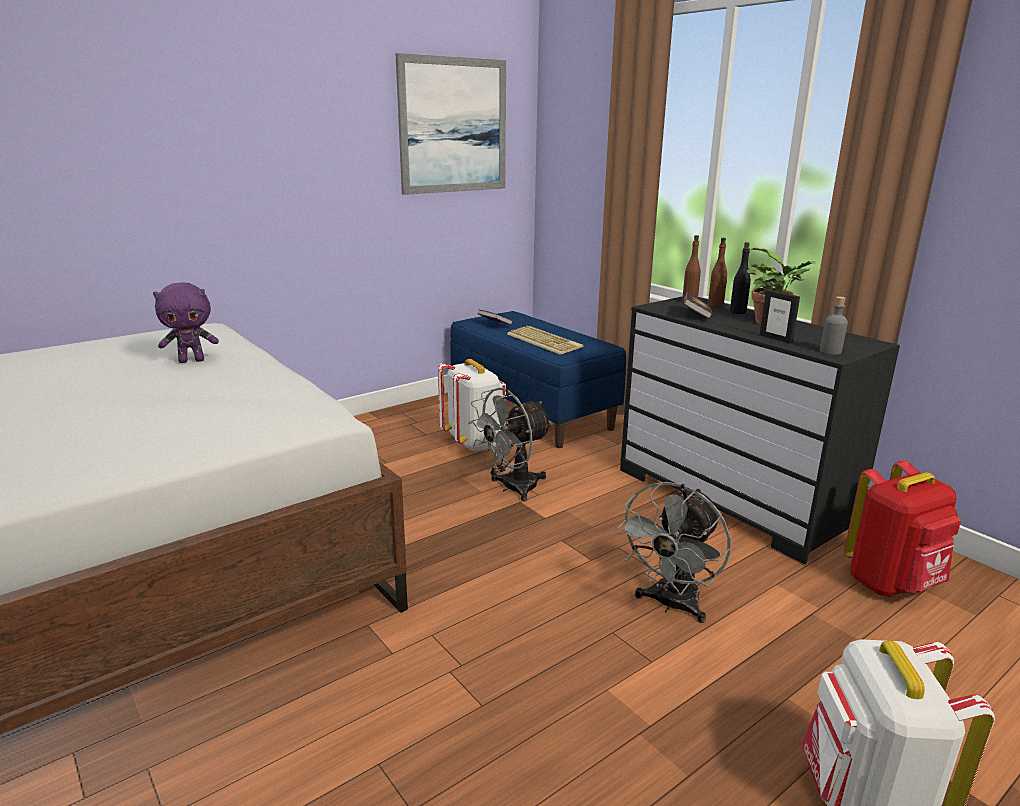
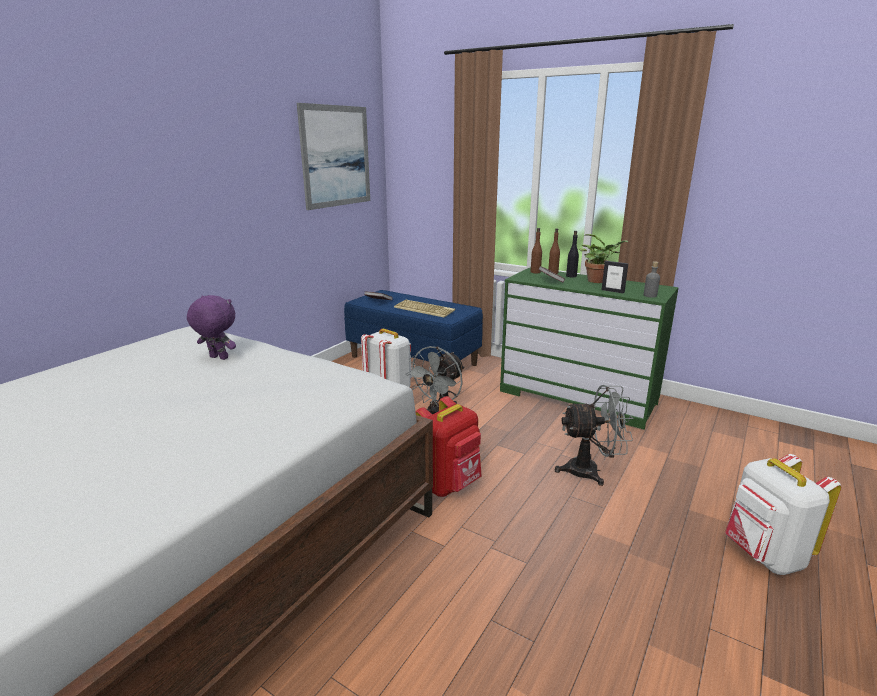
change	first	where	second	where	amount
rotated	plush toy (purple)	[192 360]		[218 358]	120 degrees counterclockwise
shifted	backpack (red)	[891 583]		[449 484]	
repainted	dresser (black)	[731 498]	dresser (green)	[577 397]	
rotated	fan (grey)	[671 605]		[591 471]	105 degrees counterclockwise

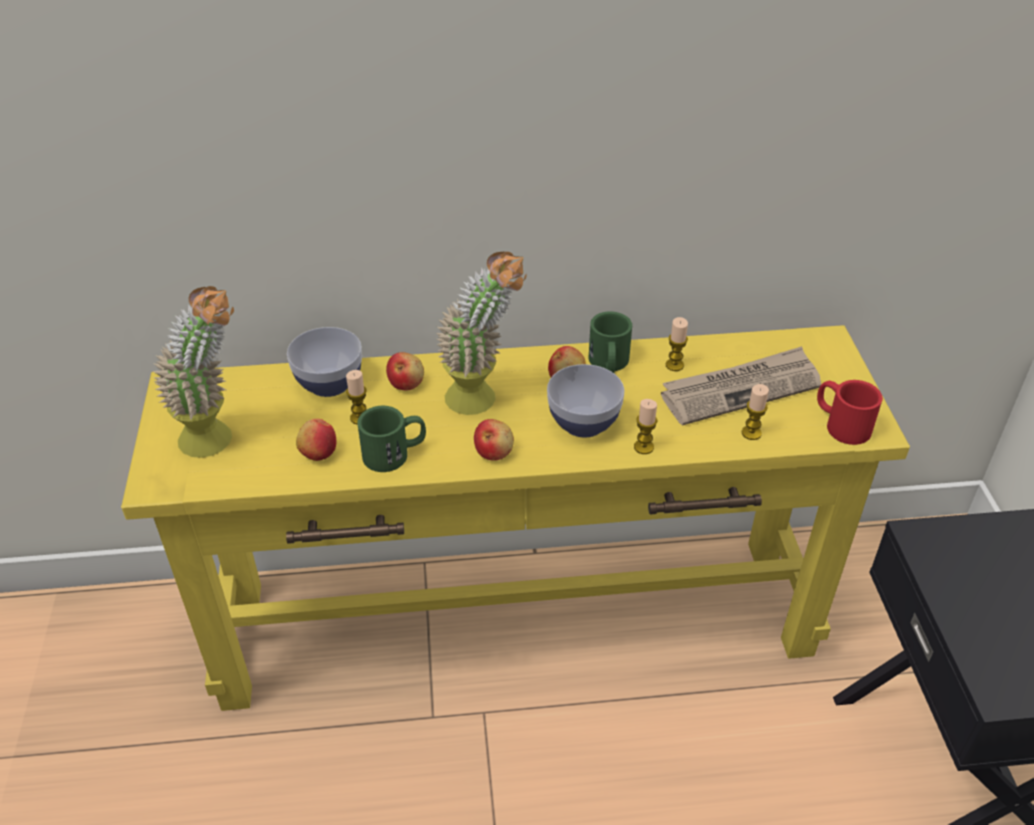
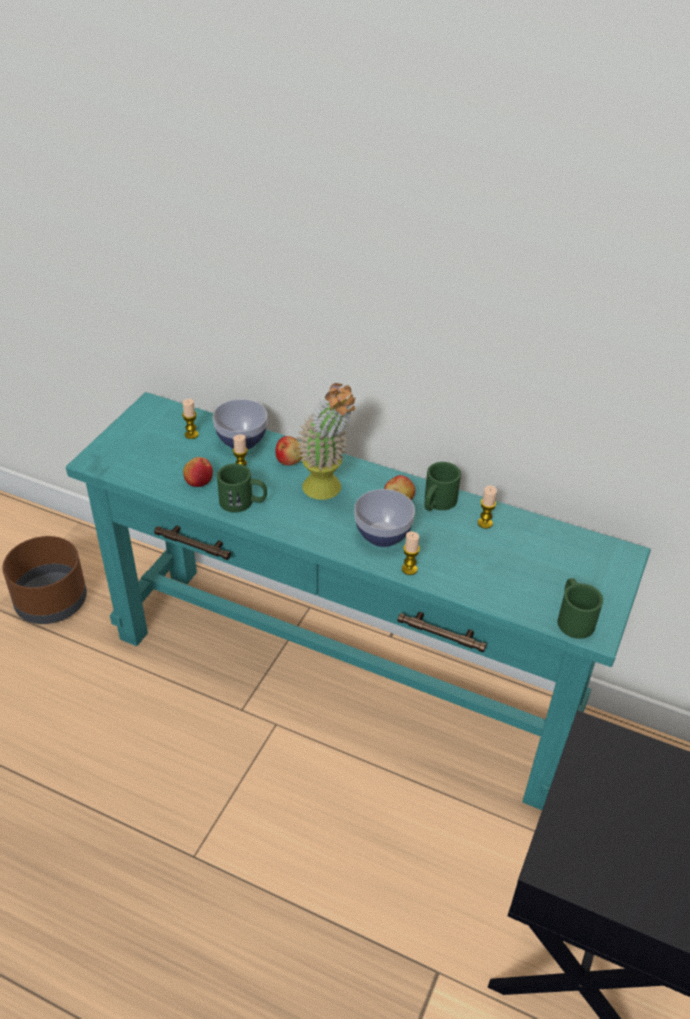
change	first	where	second	where	amount
new			planter (brown)	[51 601]	
repainted	console table (yellow)	[516 621]	console table (turquoise)	[342 676]	
shifted	candle	[751 433]		[191 434]	
repainted	mug (red)	[840 424]	mug (green)	[573 617]	
gone	potted plant	[218 441]			
gone	apple	[494 451]			
gone	newspaper	[740 389]			

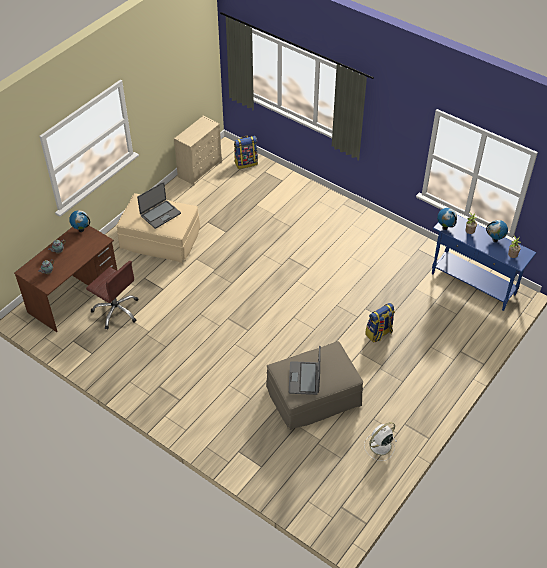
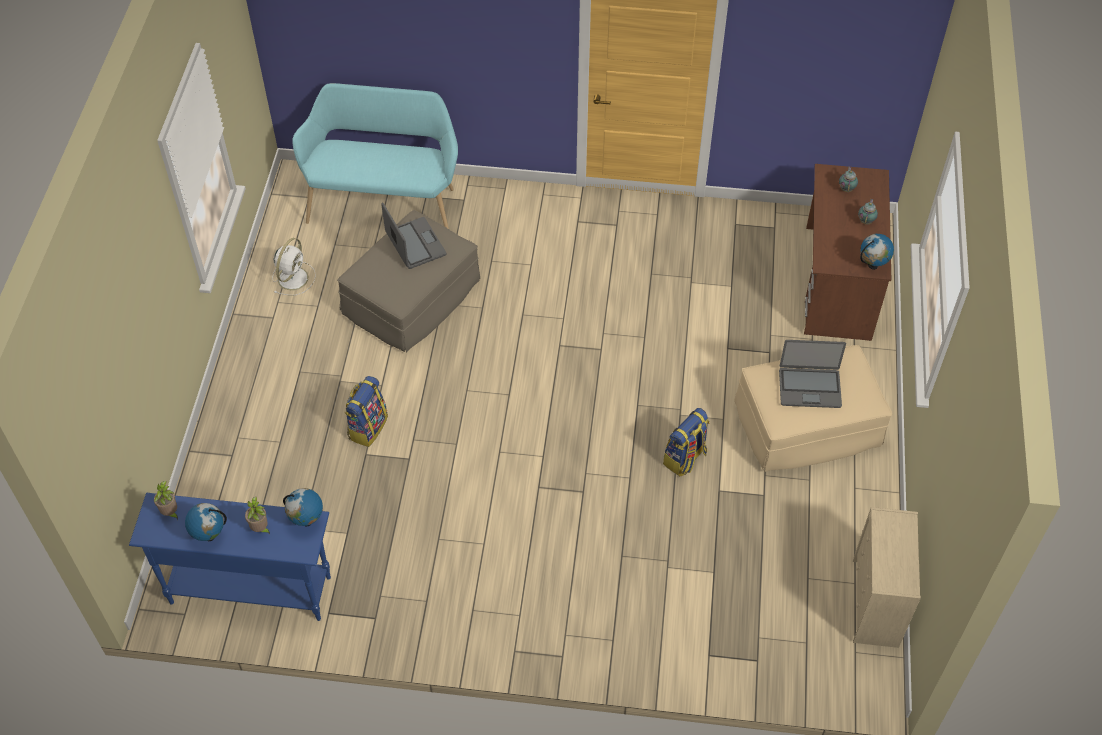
change	first	where	second	where	amount
new			bench (turquoise)	[384 201]	
shifted	backpack	[246 163]		[685 458]	
rotated	laptop	[160 214]		[809 387]	105 degrees counterclockwise
gone	office chair (brown)	[116 310]			

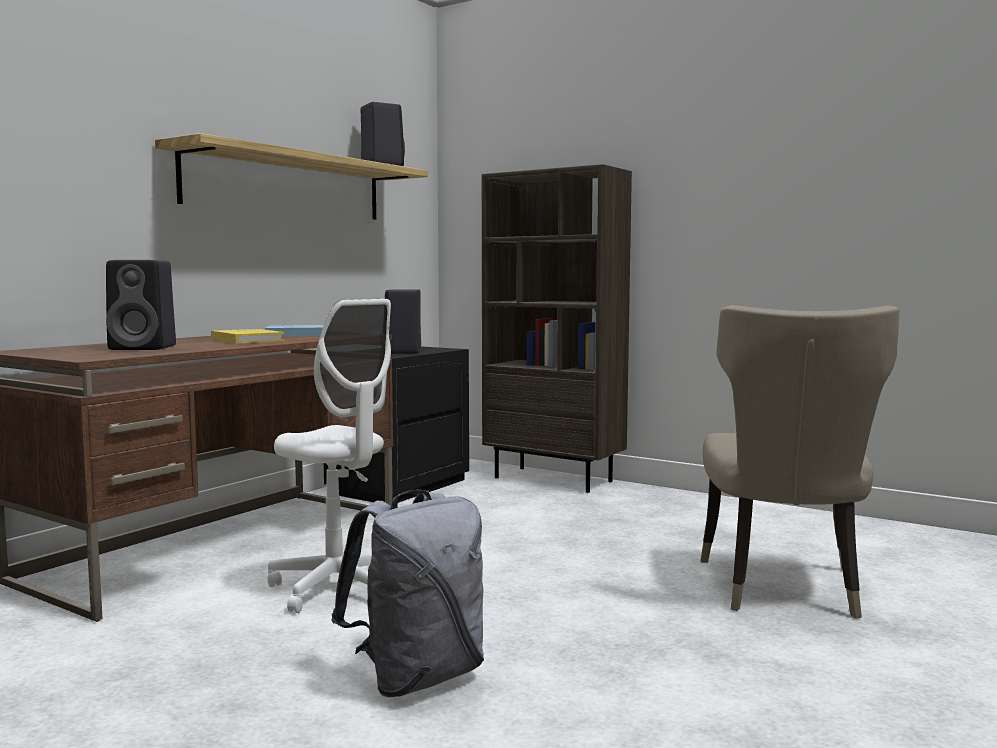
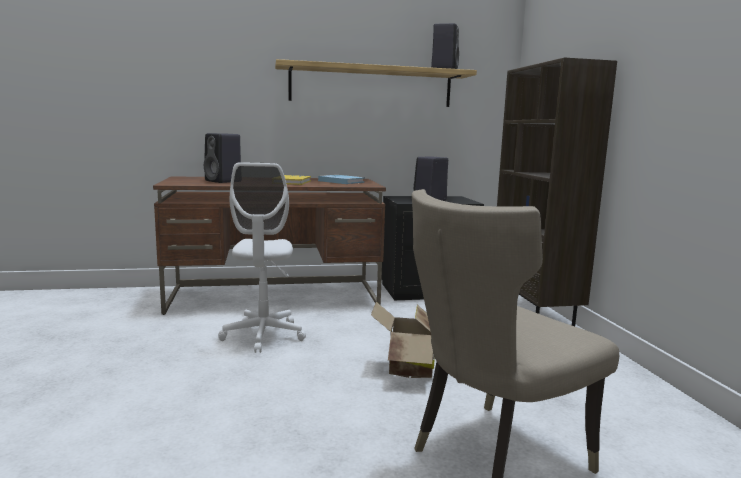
change	first	where	second	where	amount
new			cardboard box	[406 369]	
gone	backpack (grey)	[417 677]			

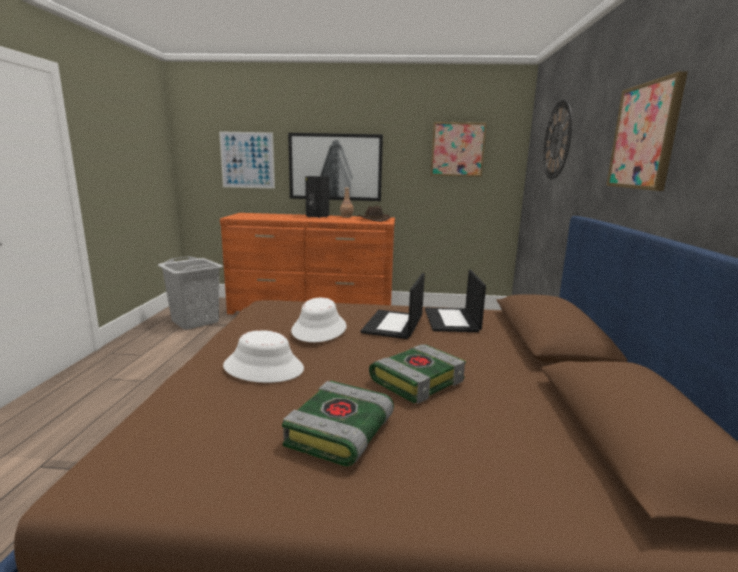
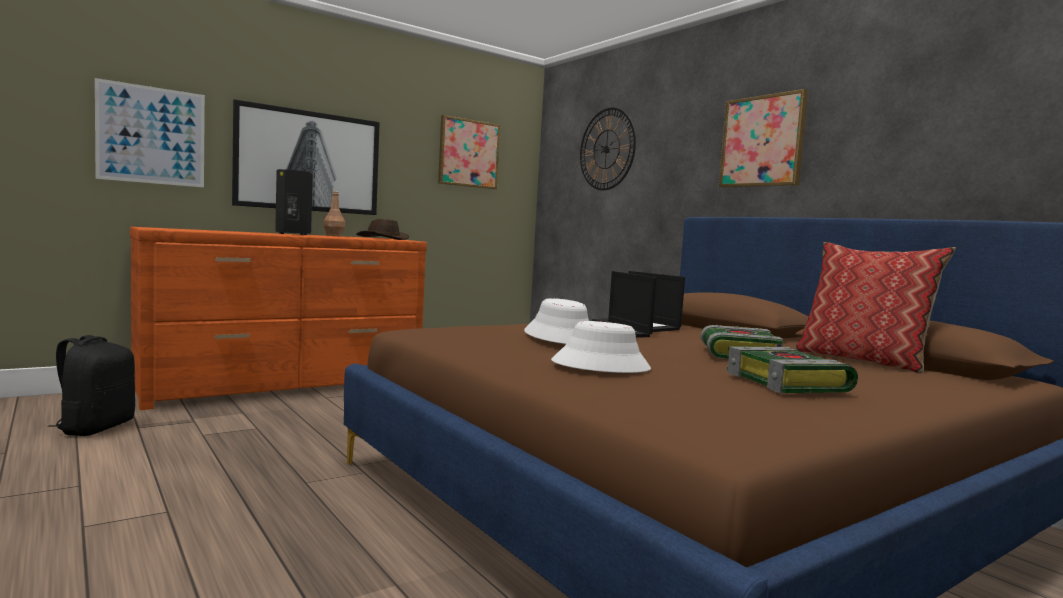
change	first	where	second	where	amount
swapped	laundry basket (grey)	[195 321]	backpack (black)	[95 428]	
new			pillow	[863 360]	

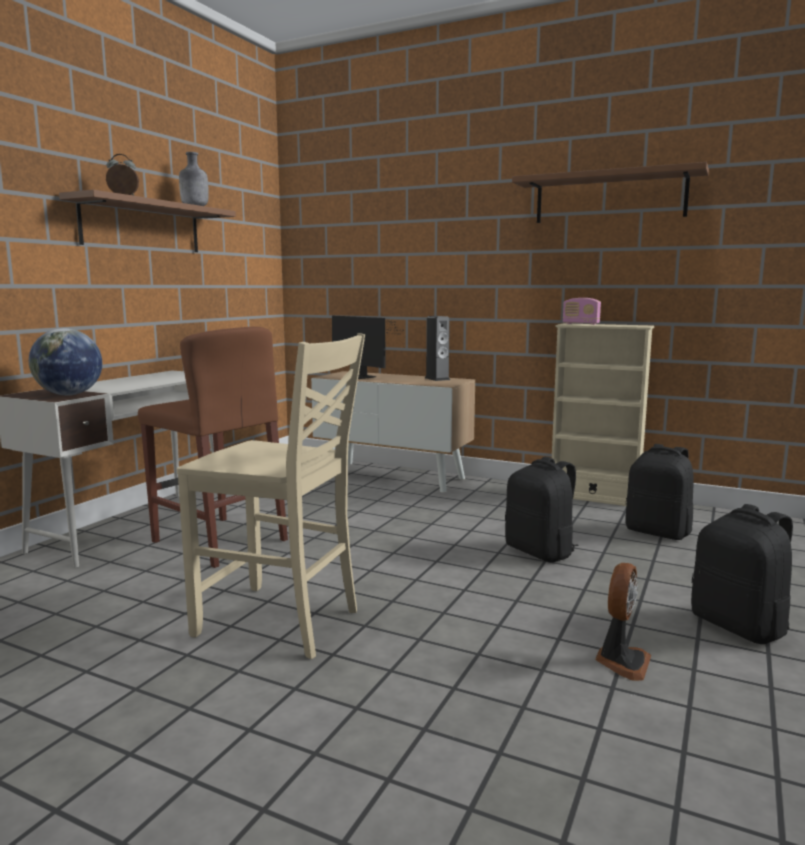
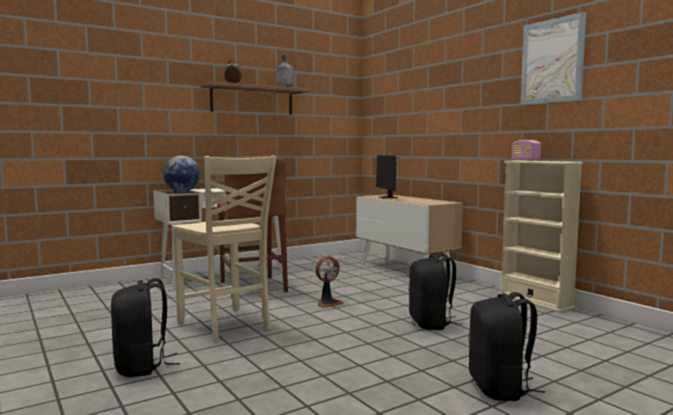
change	first	where	second	where	amount
shifted	backpack (black)	[658 532]		[142 366]	
shifted	fan	[621 661]		[328 303]	
swapped	shelf (brown)	[609 198]	picture	[552 61]	
gone	speaker	[437 379]			

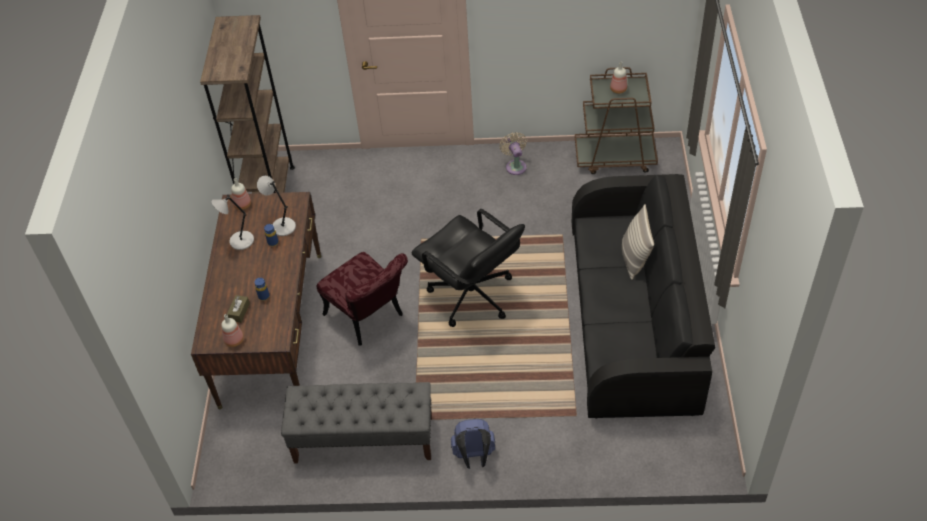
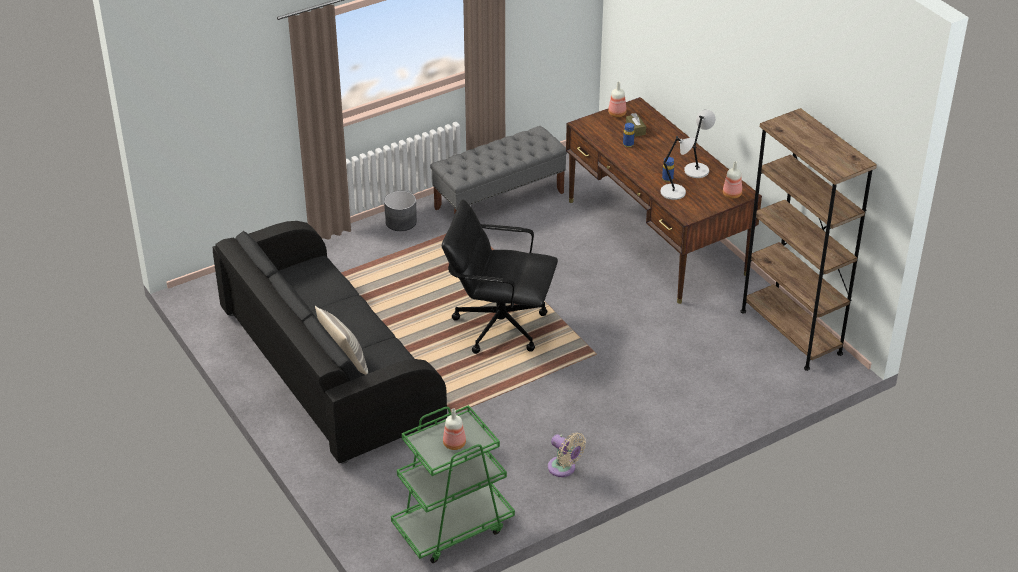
change	first	where	second	where	amount
swapped	backpack (blue)	[474 457]	planter (grey)	[401 222]	
repainted	cart (brown)	[615 157]	cart (green)	[452 527]	
gone	chair (red)	[369 319]			

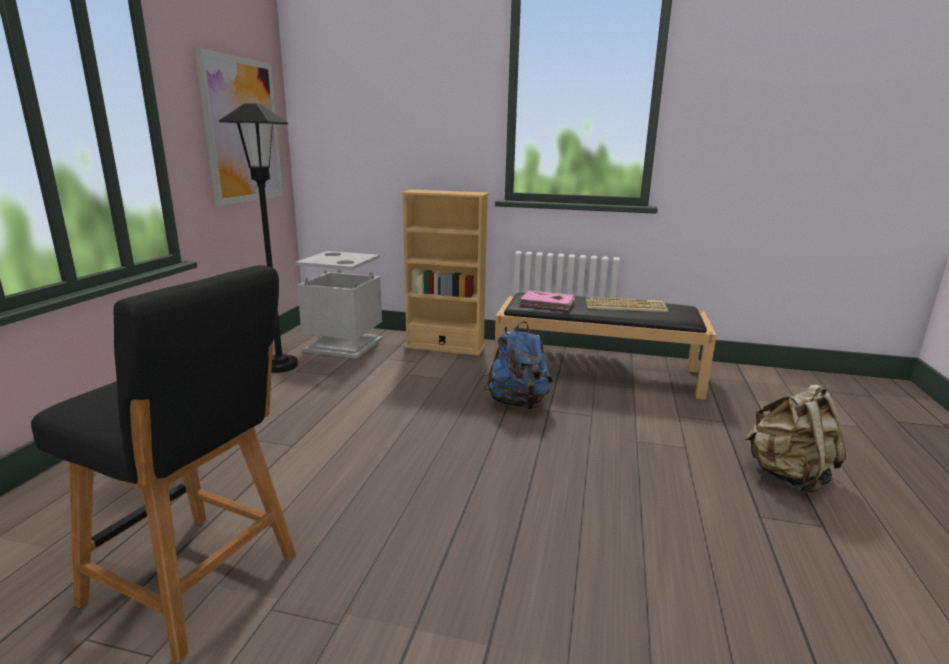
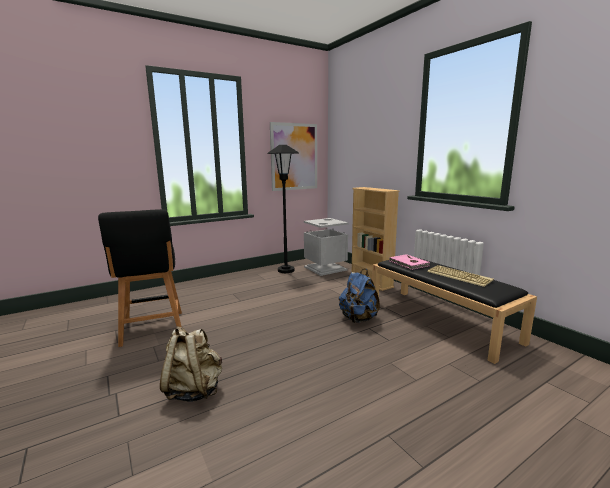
change	first	where	second	where	amount
shifted	backpack (beige)	[788 476]		[194 390]	

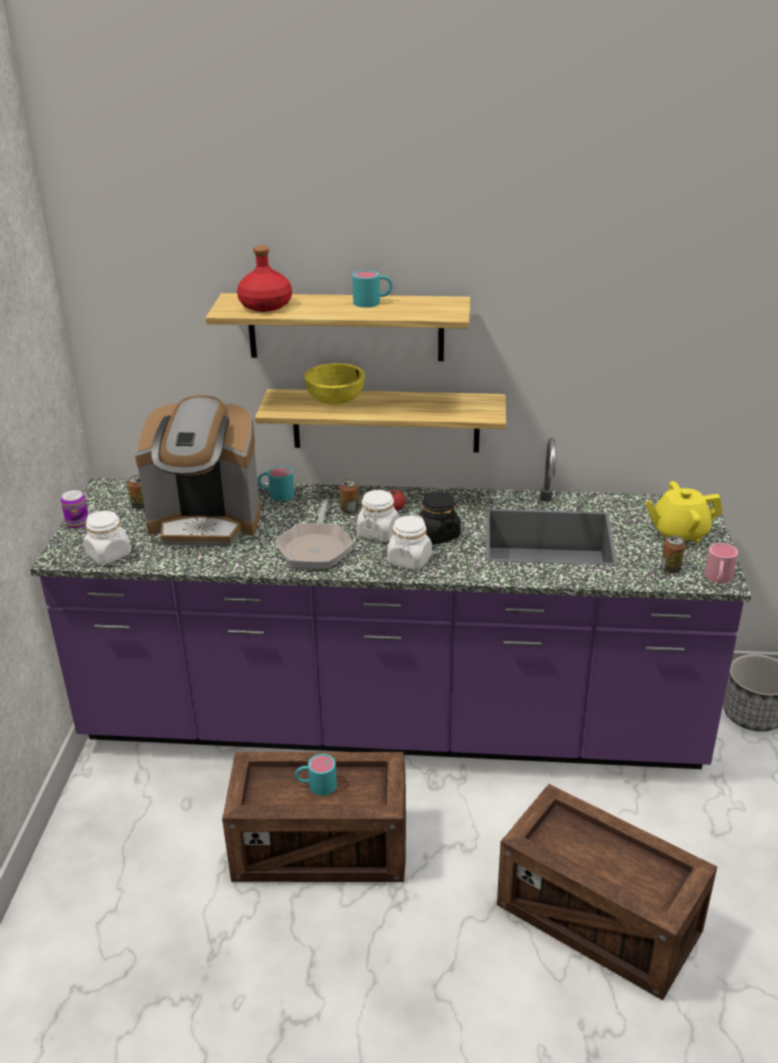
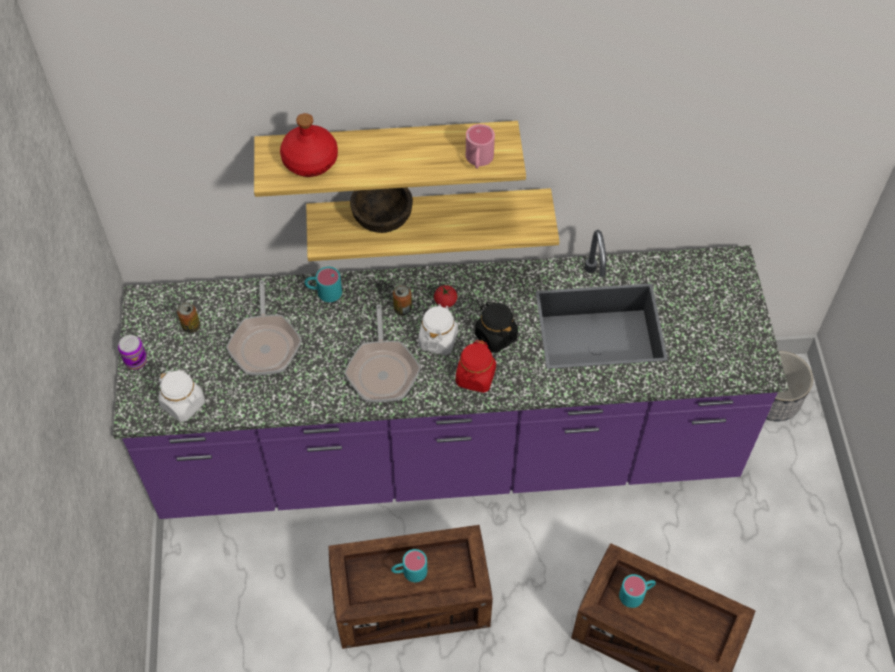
change	first	where	second	where	amount
swapped	coffee machine	[206 522]	frying pan	[265 344]	
repainted	bowl (yellow)	[335 400]	bowl (brown)	[382 219]	
repainted	jar (white)	[409 560]	jar (red)	[475 377]	
shifted	mug (pink)	[718 579]		[478 160]	
shifted	mug (turquoise)	[373 302]		[636 594]	
gone	teapot (yellow)	[679 533]			
gone	can	[670 569]			

